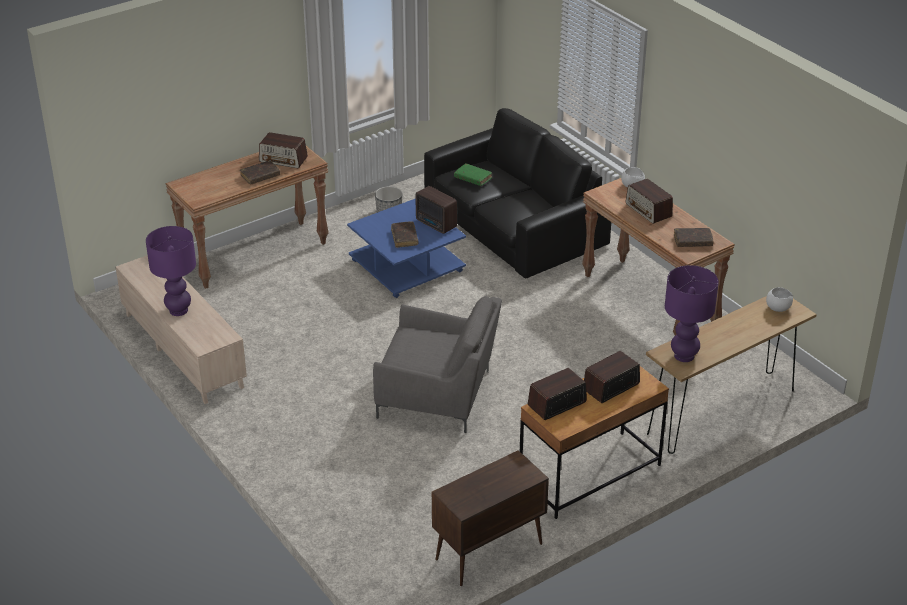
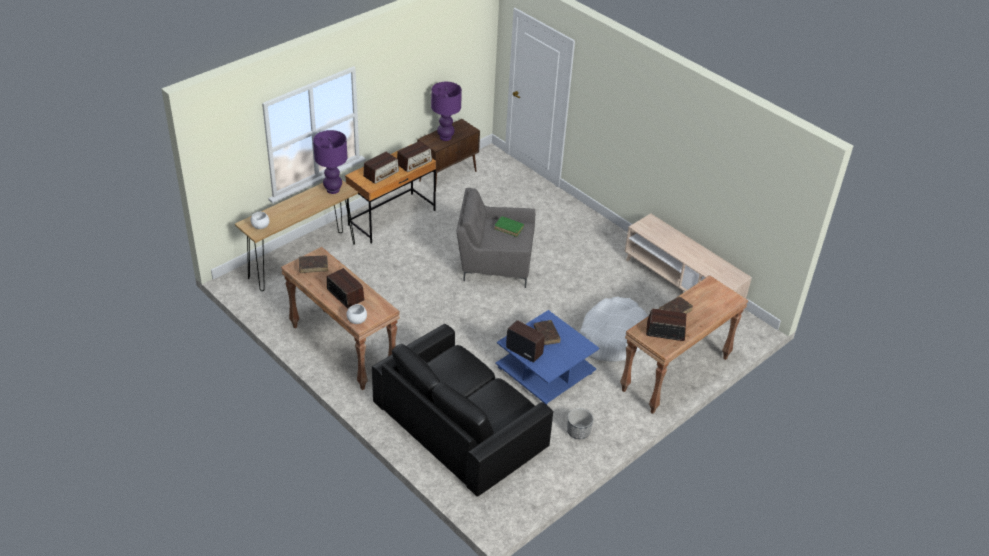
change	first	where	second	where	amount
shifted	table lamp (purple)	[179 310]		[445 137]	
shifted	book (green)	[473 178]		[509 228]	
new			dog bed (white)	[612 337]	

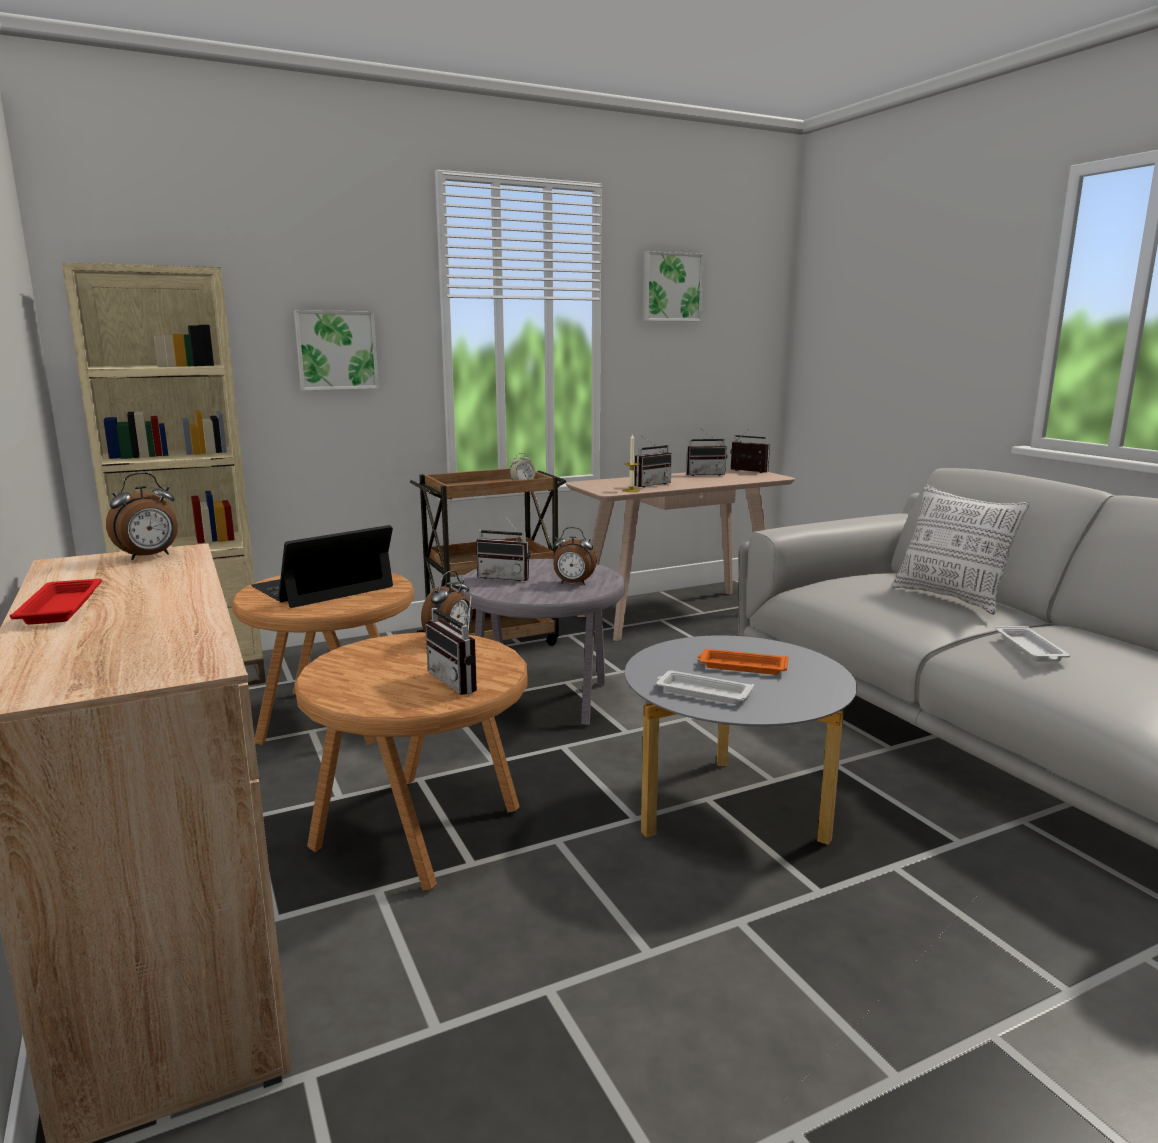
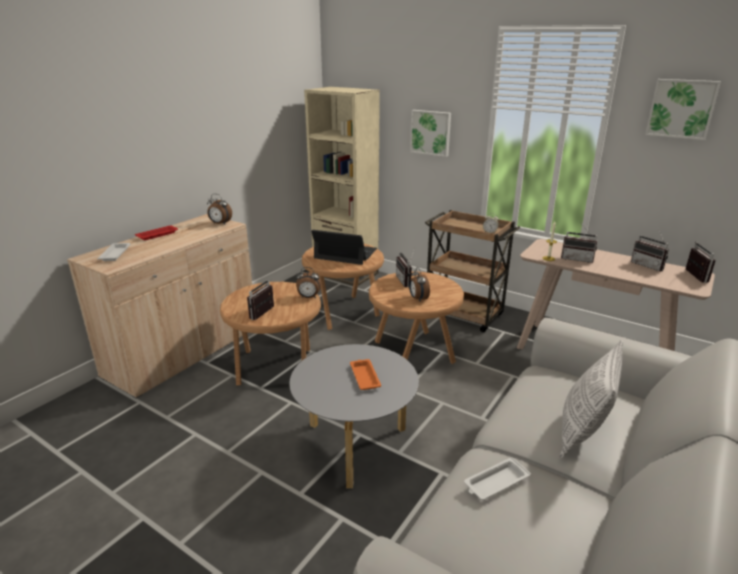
change	first	where	second	where	amount
shifted	tray (white)	[702 692]		[115 254]	
repainted	side table (grey)	[543 700]	side table (brown)	[413 353]	

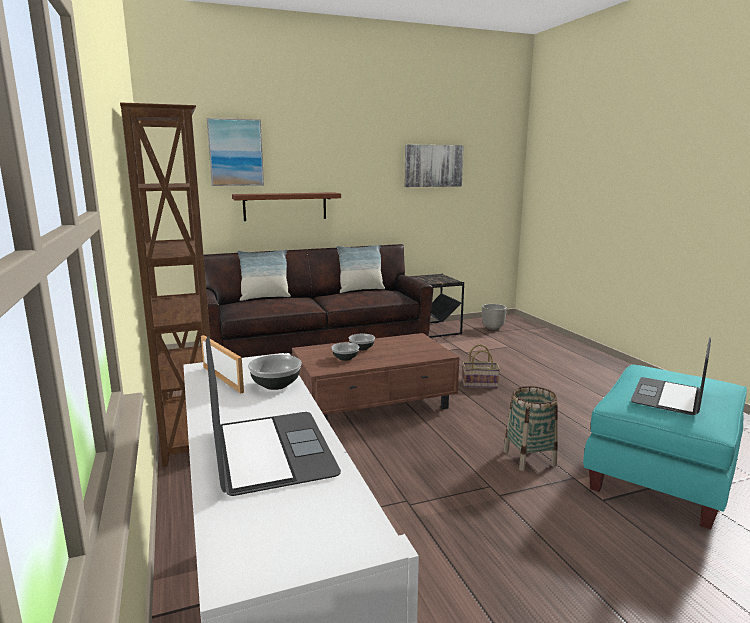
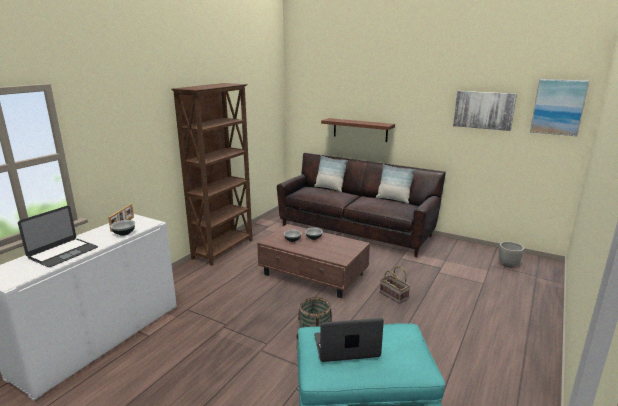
change	first	where	second	where	amount
shifted	picture	[235 152]		[558 107]	
gone	side table (black)	[432 330]			

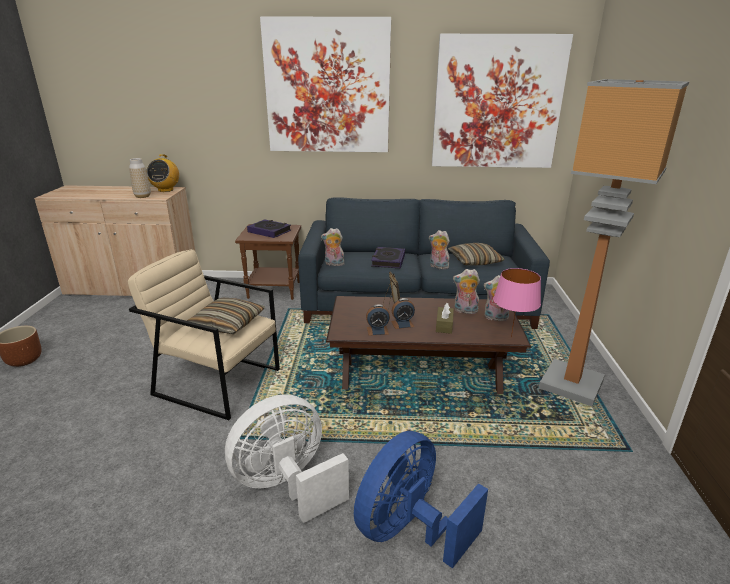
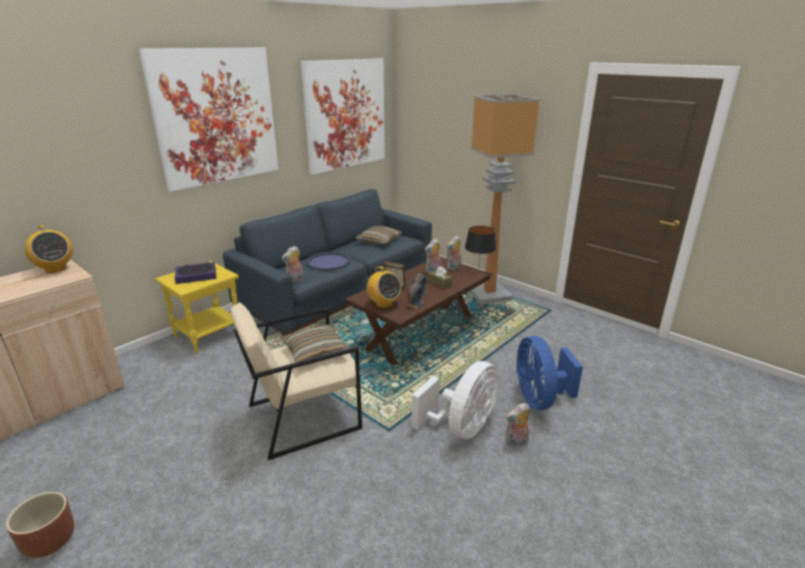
change	first	where	second	where	amount
repainted	side table (brown)	[275 289]	side table (yellow)	[208 335]	
swapped	book	[388 260]	tray (blue)	[328 262]	
new			radio	[383 304]	
rotated	fan (white)	[287 485]		[461 427]	150 degrees counterclockwise
repainted	table lamp (pink)	[510 337]	table lamp (black)	[478 273]	
shifted	plush toy	[438 266]		[516 442]	
gone	vase	[142 196]			

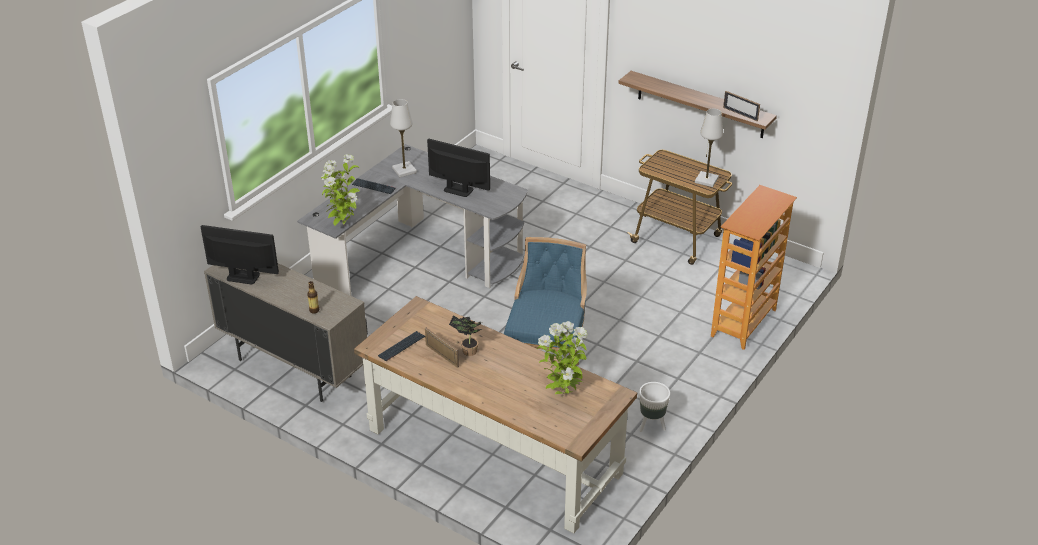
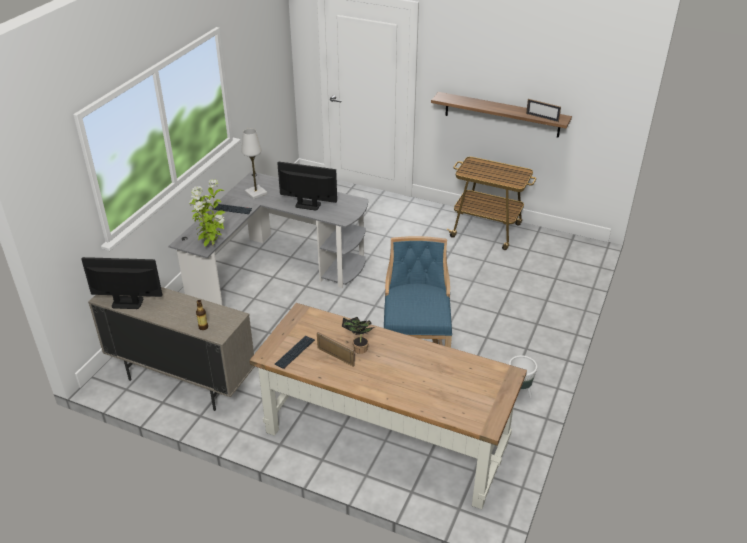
change	first	where	second	where	amount
gone	potted plant	[563 396]			
gone	table lamp (white)	[706 180]			
gone	bookcase	[744 323]			

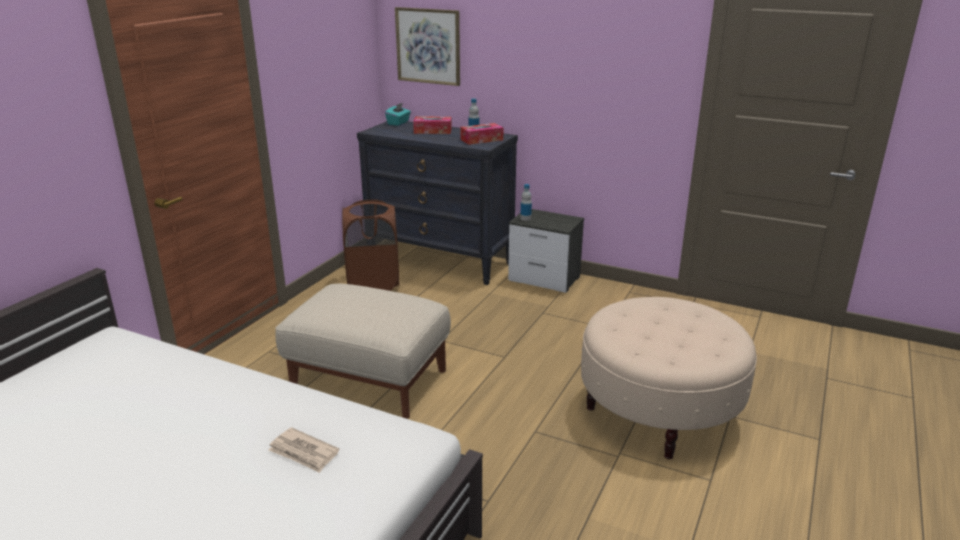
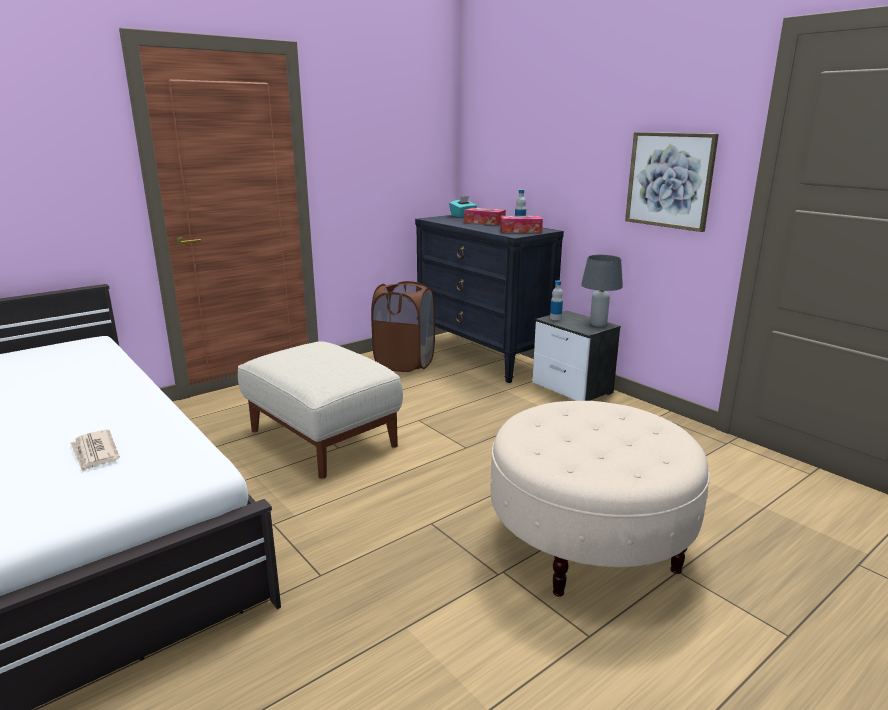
change	first	where	second	where	amount
new			table lamp (grey)	[597 324]	
shifted	picture	[428 46]		[669 180]	

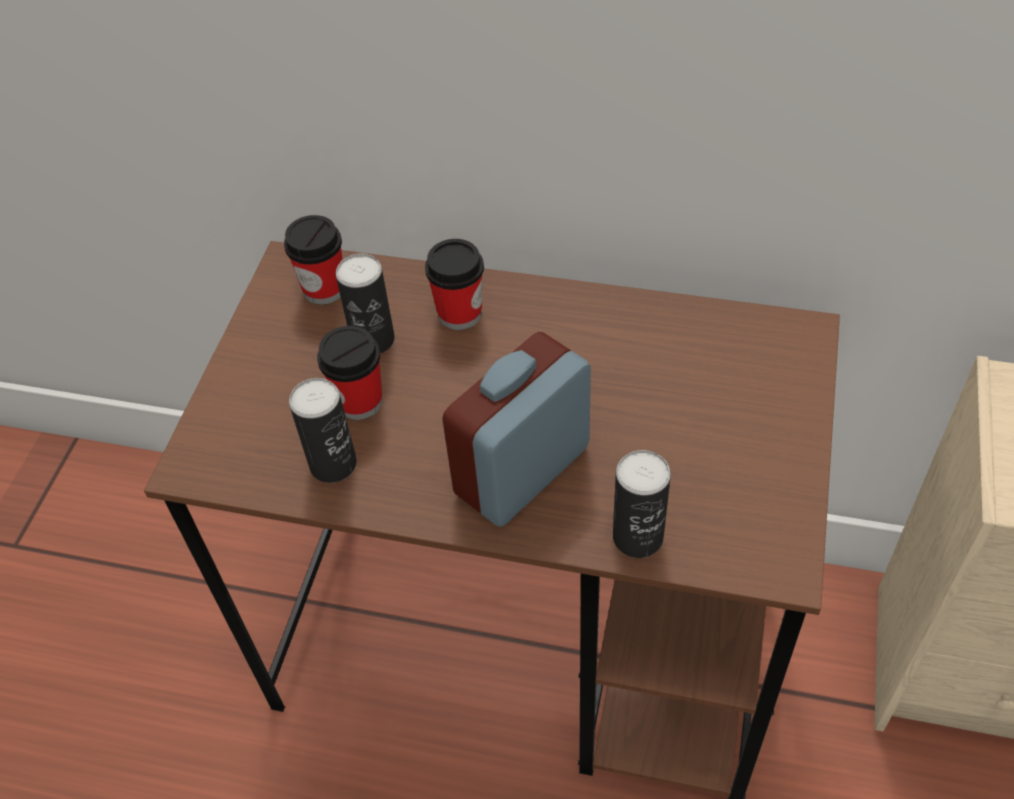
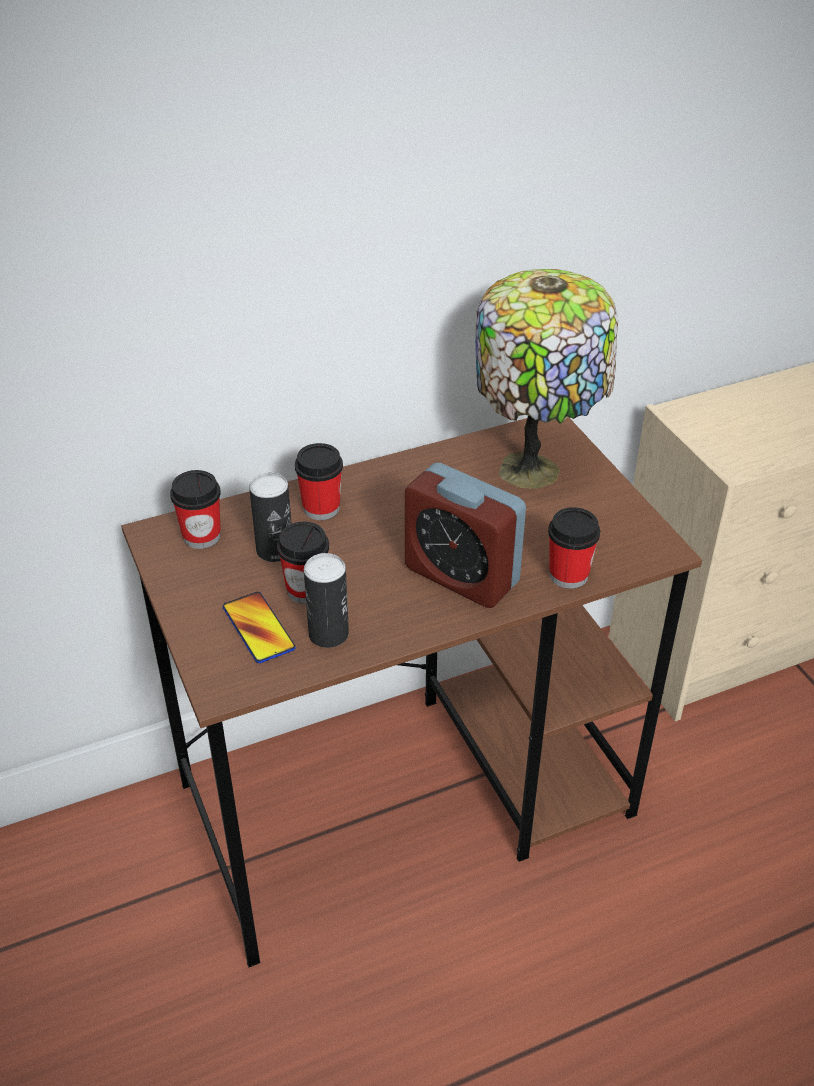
change	first	where	second	where	amount
new			phone	[258 628]	
rotated	alarm clock	[522 471]		[461 576]	60 degrees counterclockwise
new			table lamp	[534 469]	
swapped	can	[637 537]	cup	[568 575]	

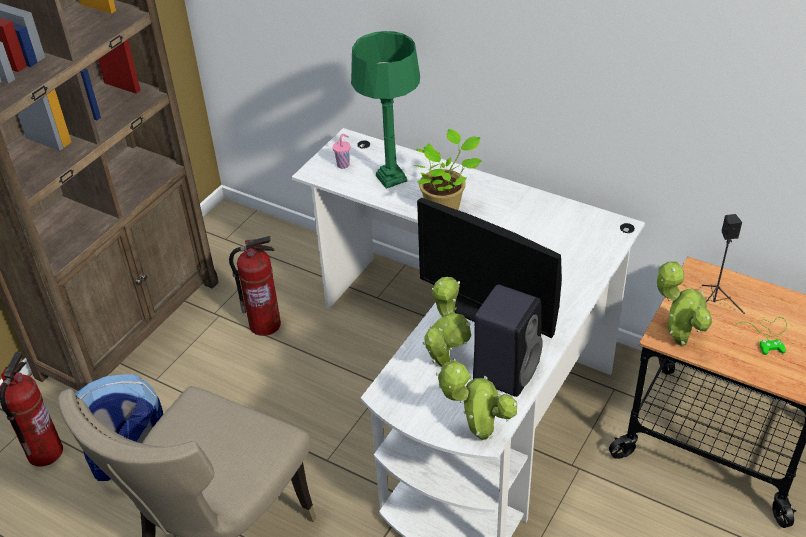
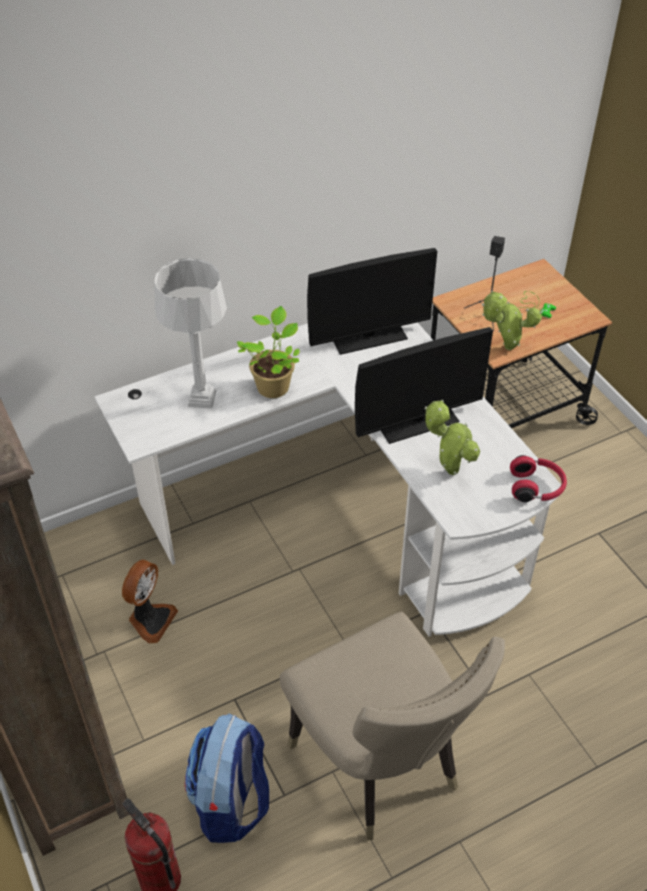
change	first	where	second	where	amount
swapped	fire extinguisher	[265 324]	fan	[150 619]	
repainted	table lamp (green)	[391 178]	table lamp (grey)	[201 399]	
new			monitor	[368 336]	
swapped	potted plant	[478 434]	headphones (red)	[536 487]	
gone	cup (pink)	[343 165]			
gone	speaker (black)	[506 370]			

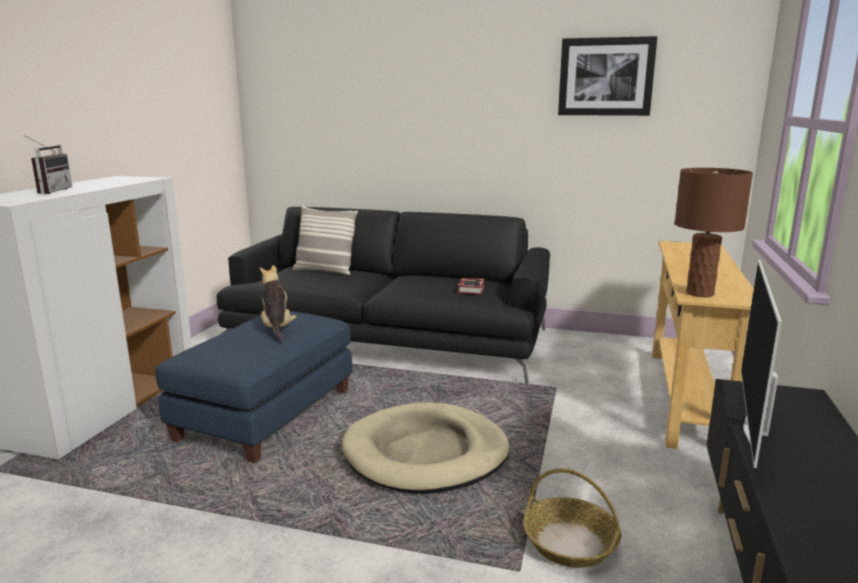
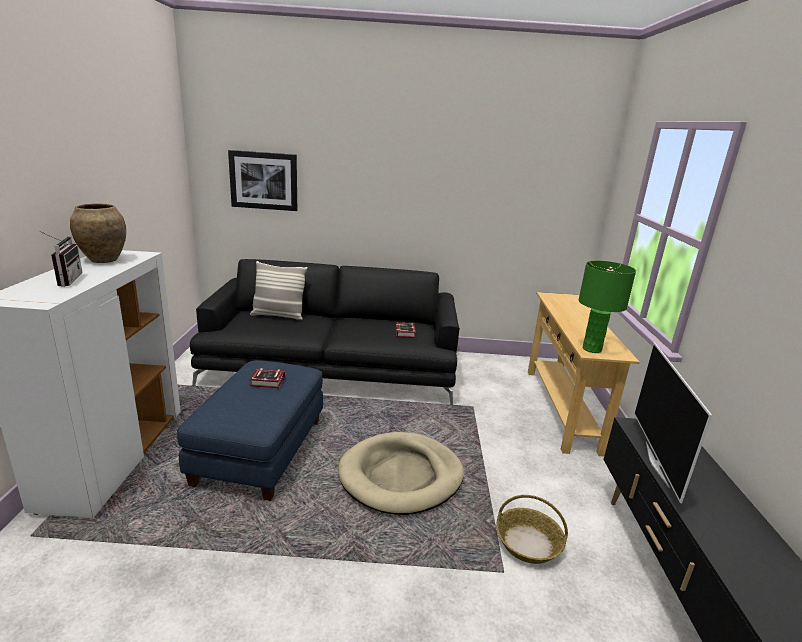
change	first	where	second	where	amount
new			vase (brown)	[103 260]	
shifted	picture	[606 77]		[264 180]	
swapped	plush toy	[277 328]	book	[269 382]	
repainted	table lamp (brown)	[700 293]	table lamp (green)	[592 349]	

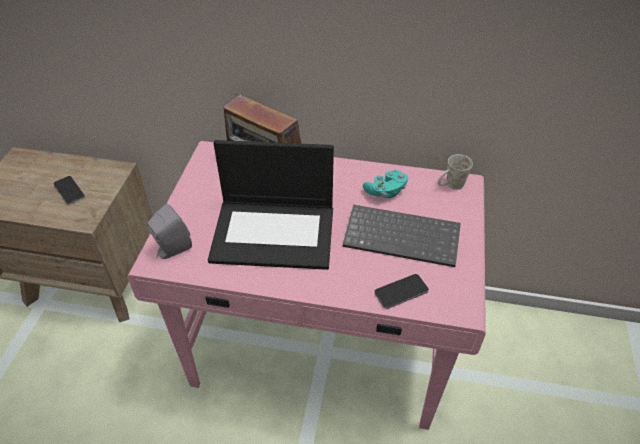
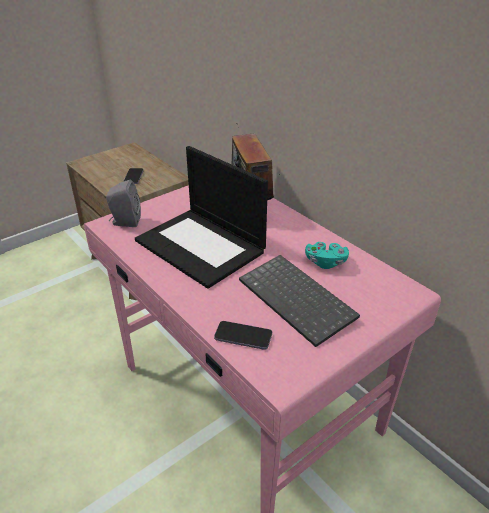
change	first	where	second	where	amount
gone	mug (white)	[450 186]			

